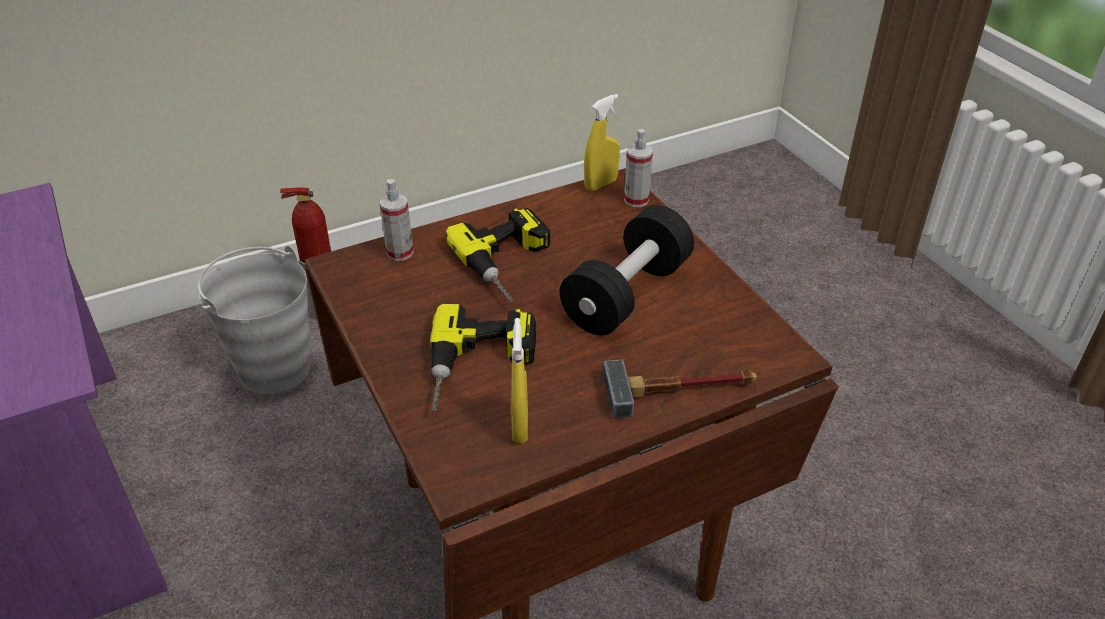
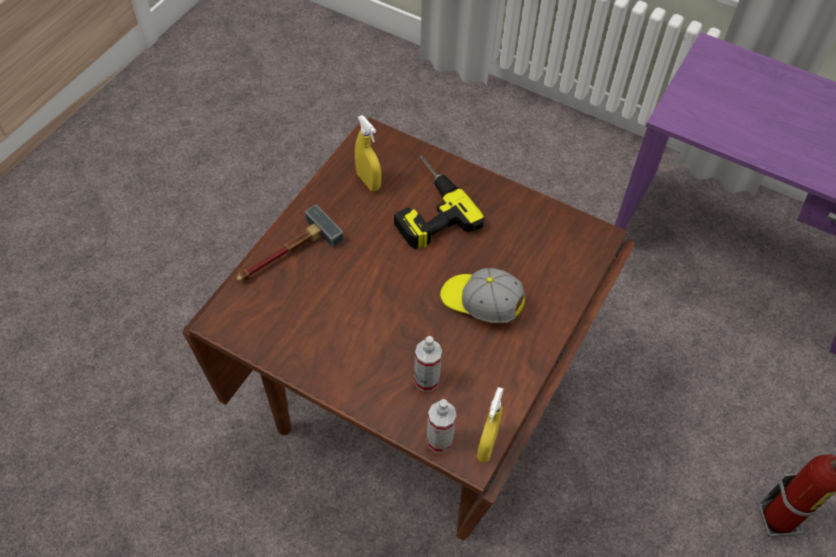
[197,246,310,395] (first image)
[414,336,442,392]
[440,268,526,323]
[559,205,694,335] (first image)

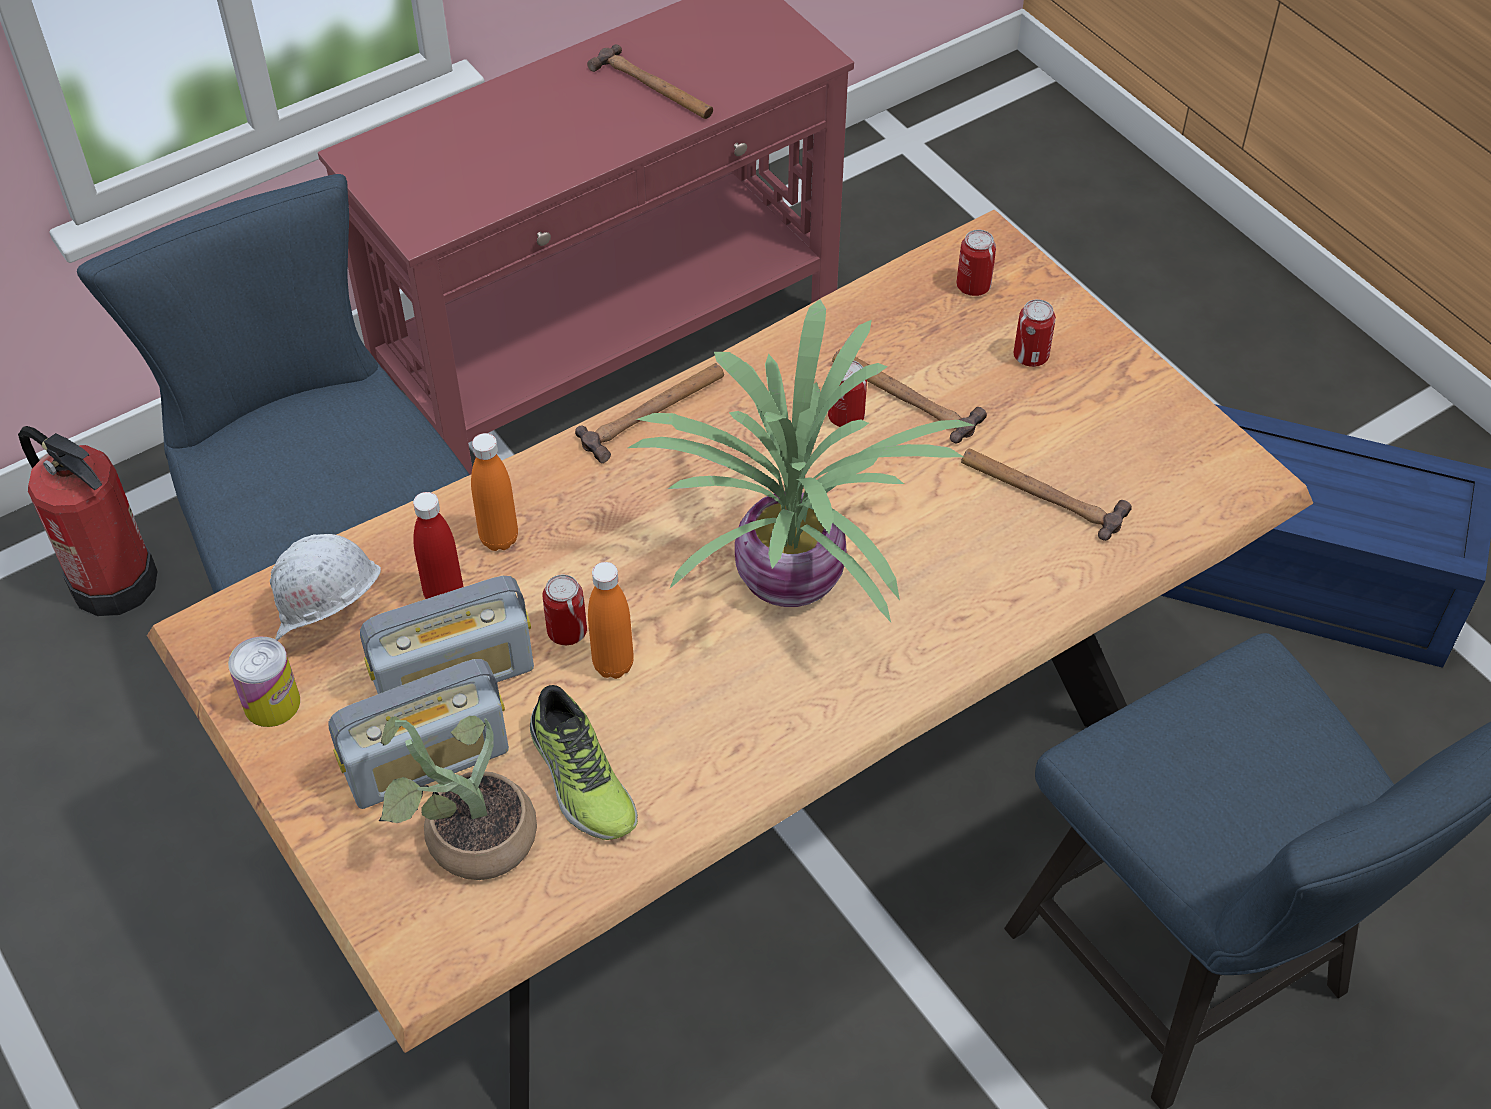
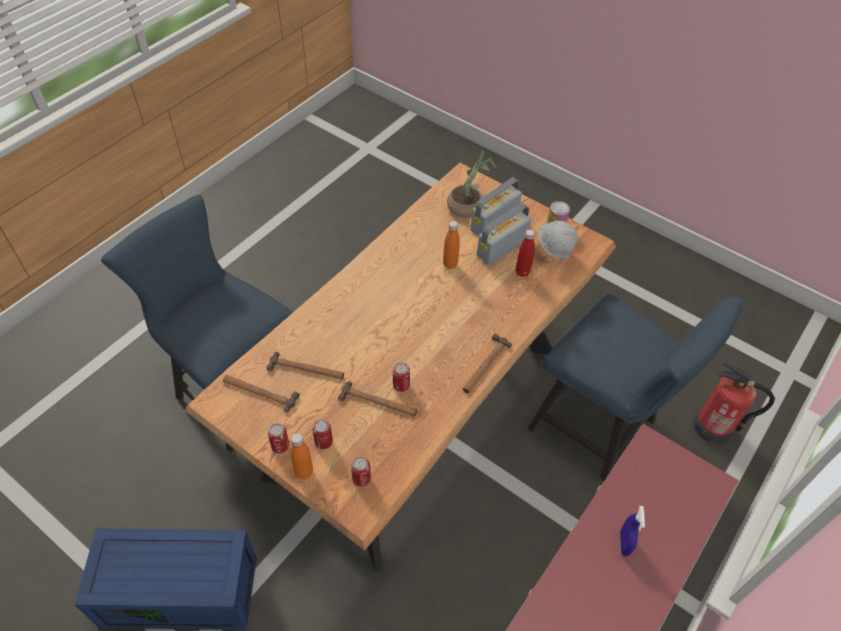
[290,433,313,479]
[530,685,638,840] (first image)
[268,423,289,453]
[223,375,300,412]
[628,299,973,622] (first image)
[620,506,645,556]

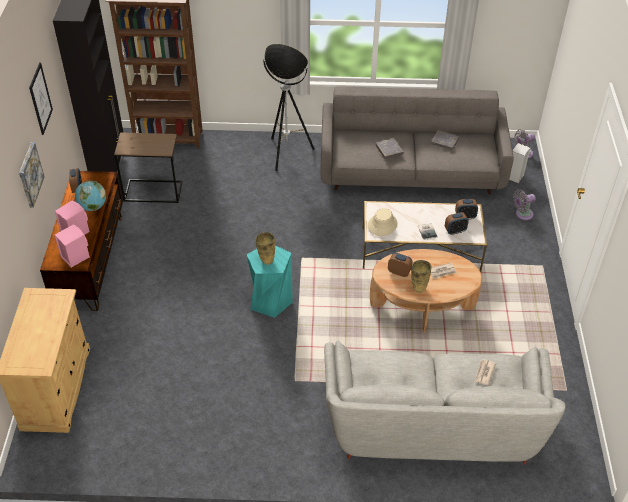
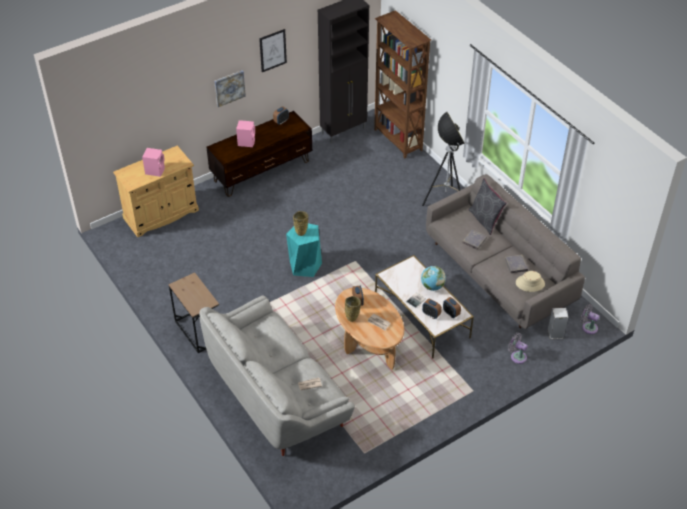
[142,148,165,177]
[421,266,446,291]
[168,272,219,353]
[516,271,545,292]
[469,178,507,235]

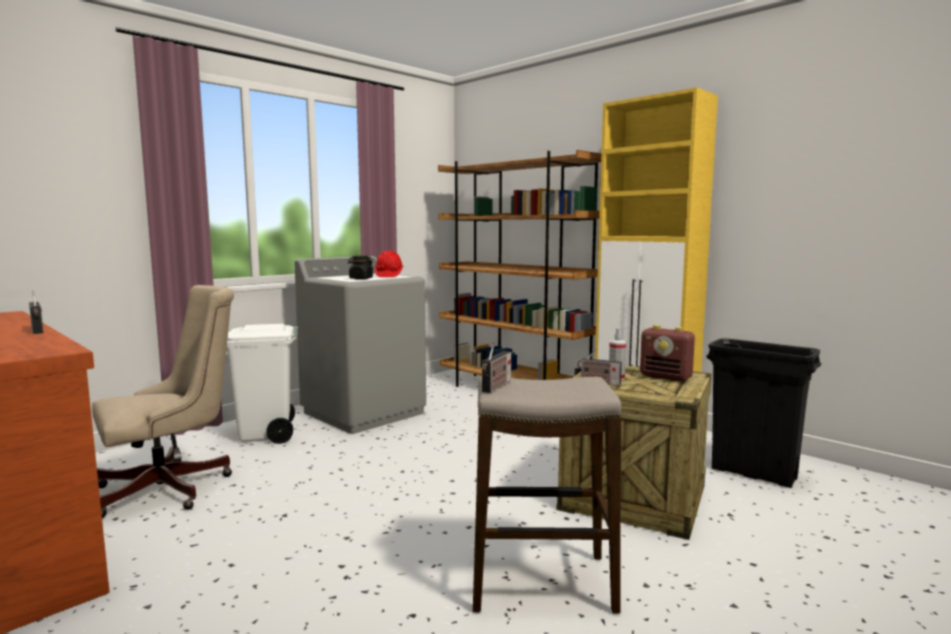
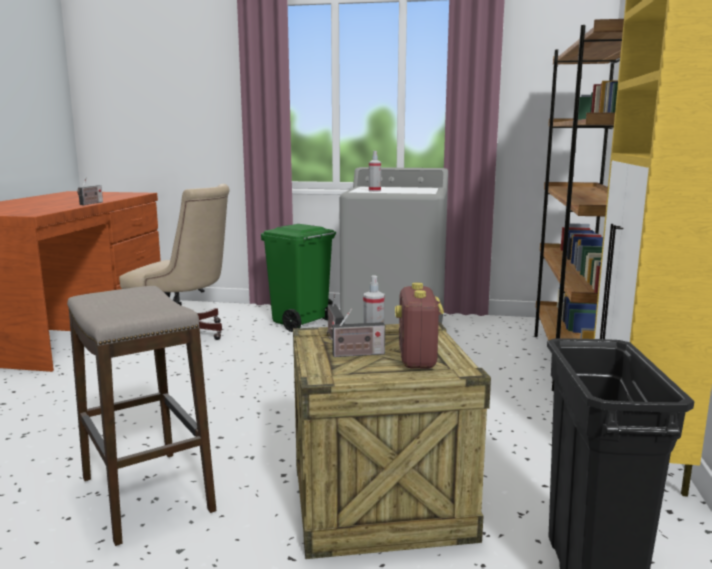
[261,224,336,332]
[369,151,381,192]
[375,251,403,277] (first image)
[327,309,385,357]

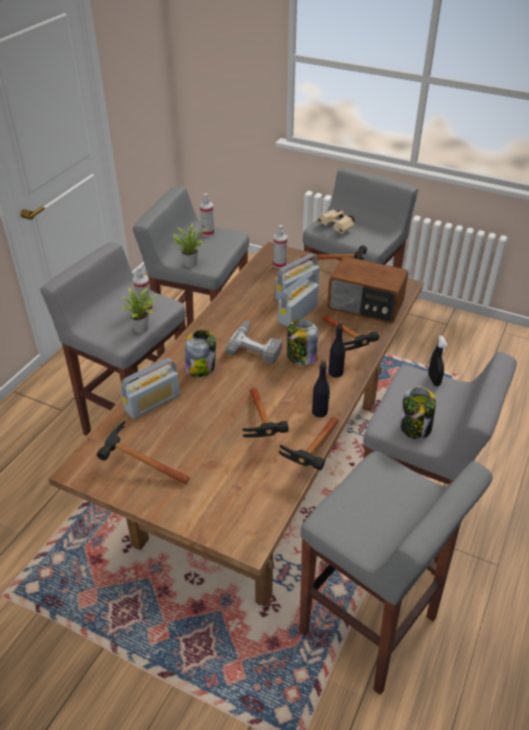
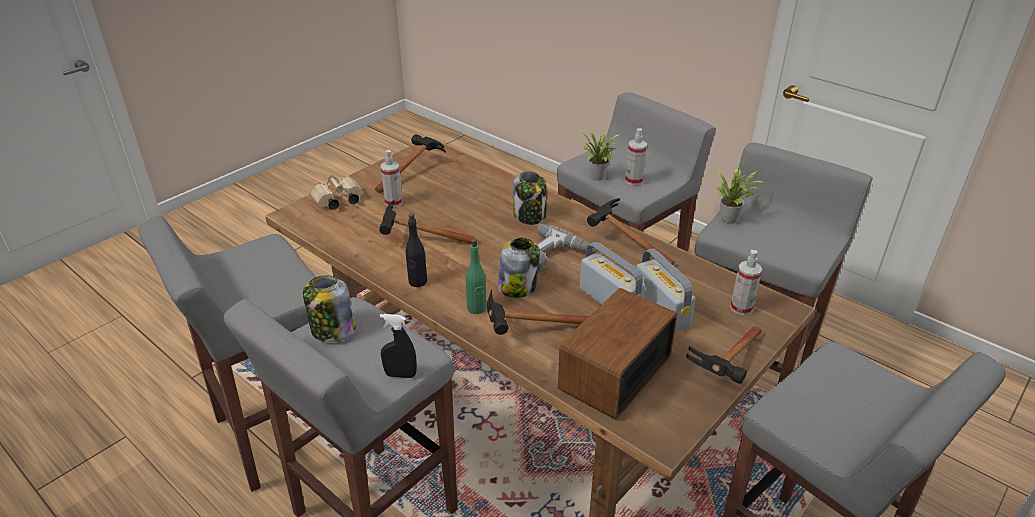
[121,358,180,419] (first image)
[381,150,403,207]
[587,198,675,265]
[310,175,363,210]
[466,238,487,314]

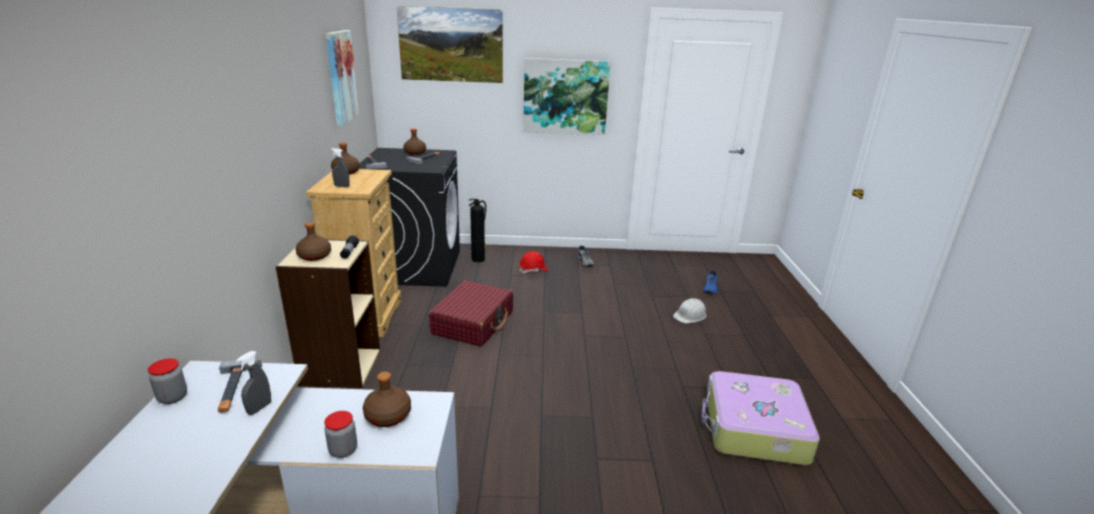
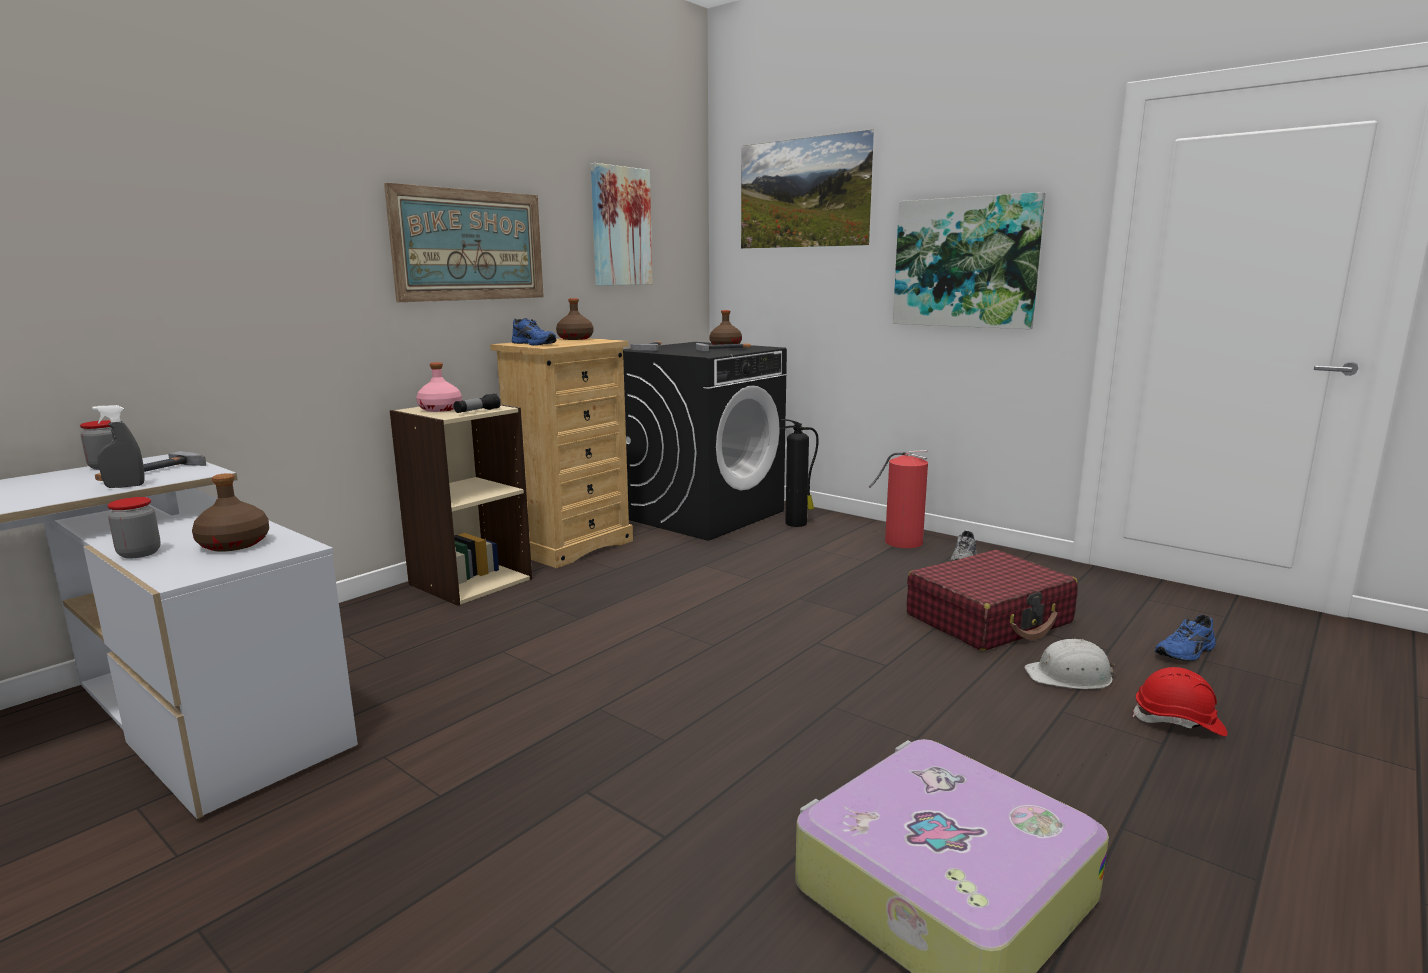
[416,362,462,412]
[512,318,556,345]
[906,550,1078,651]
[1133,667,1227,736]
[384,183,544,302]
[869,450,928,548]

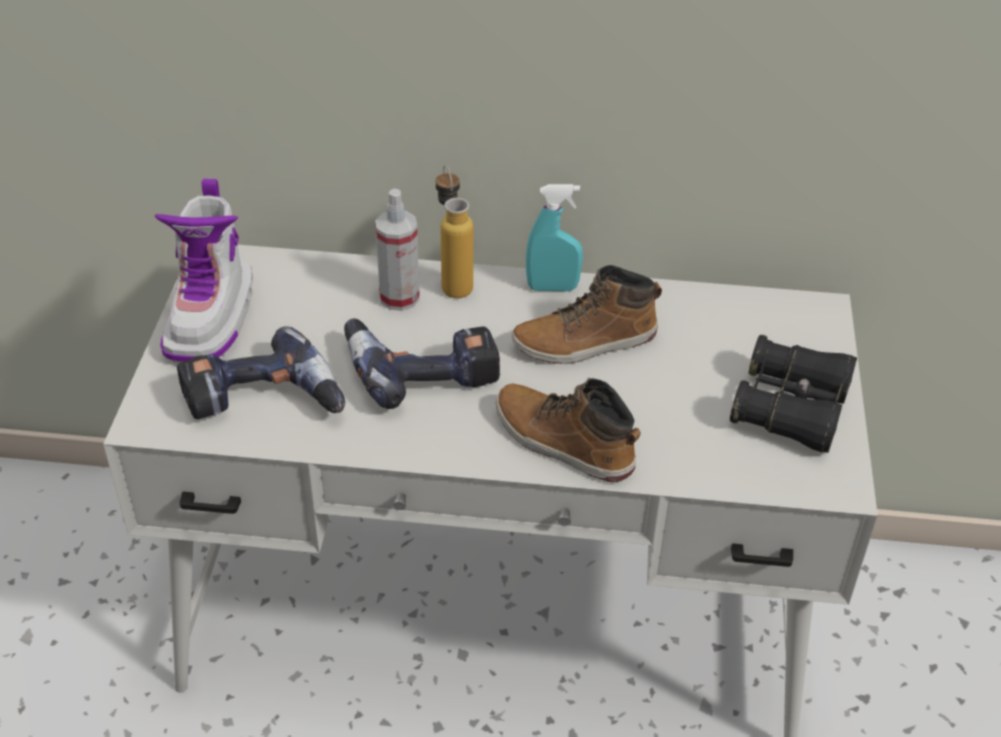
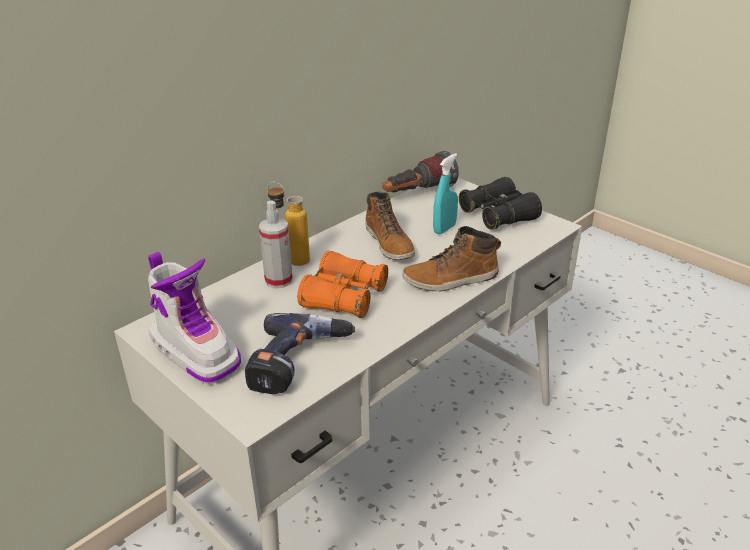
[297,251,388,318]
[365,192,415,260]
[433,153,458,234]
[382,151,459,192]

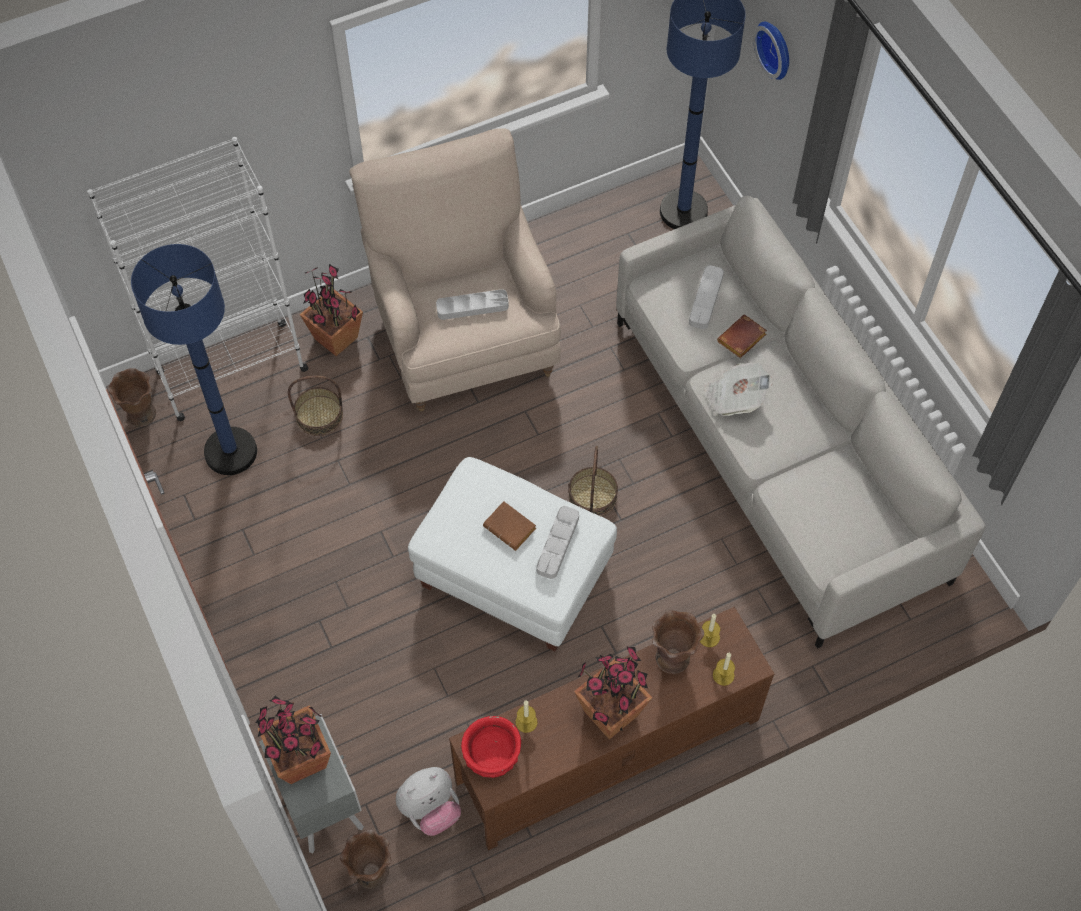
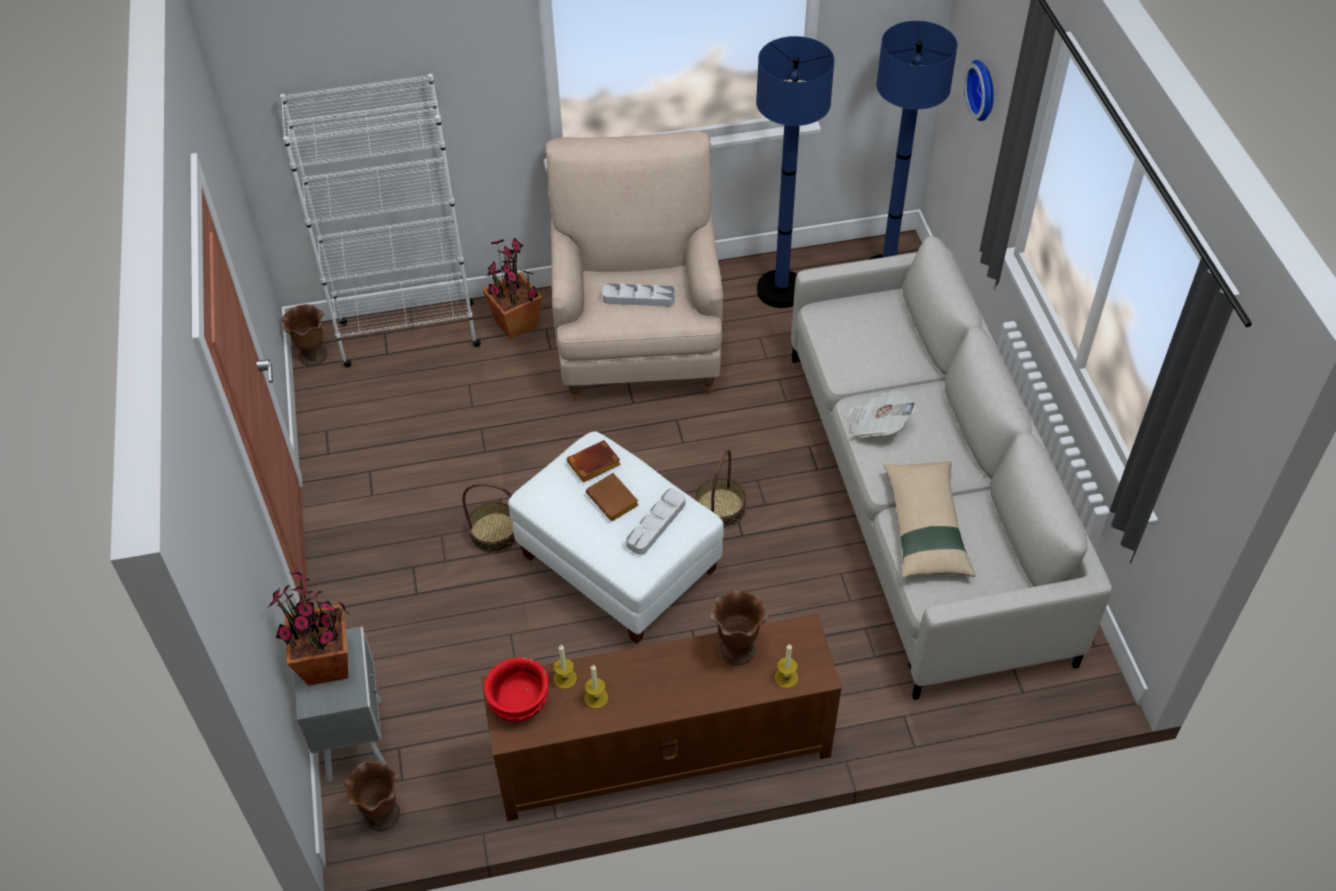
[756,36,834,308]
[462,483,516,553]
[396,767,461,836] (first image)
[574,646,652,740] (first image)
[689,265,724,329] (first image)
[584,665,608,709]
[567,440,621,482]
[884,461,976,578]

